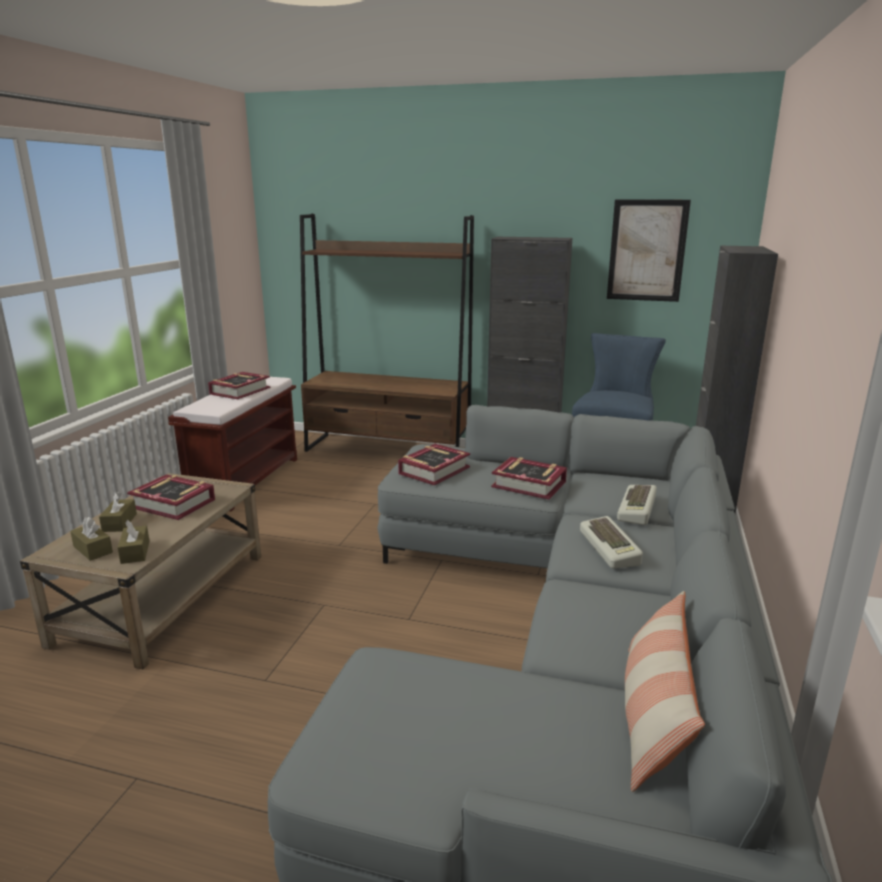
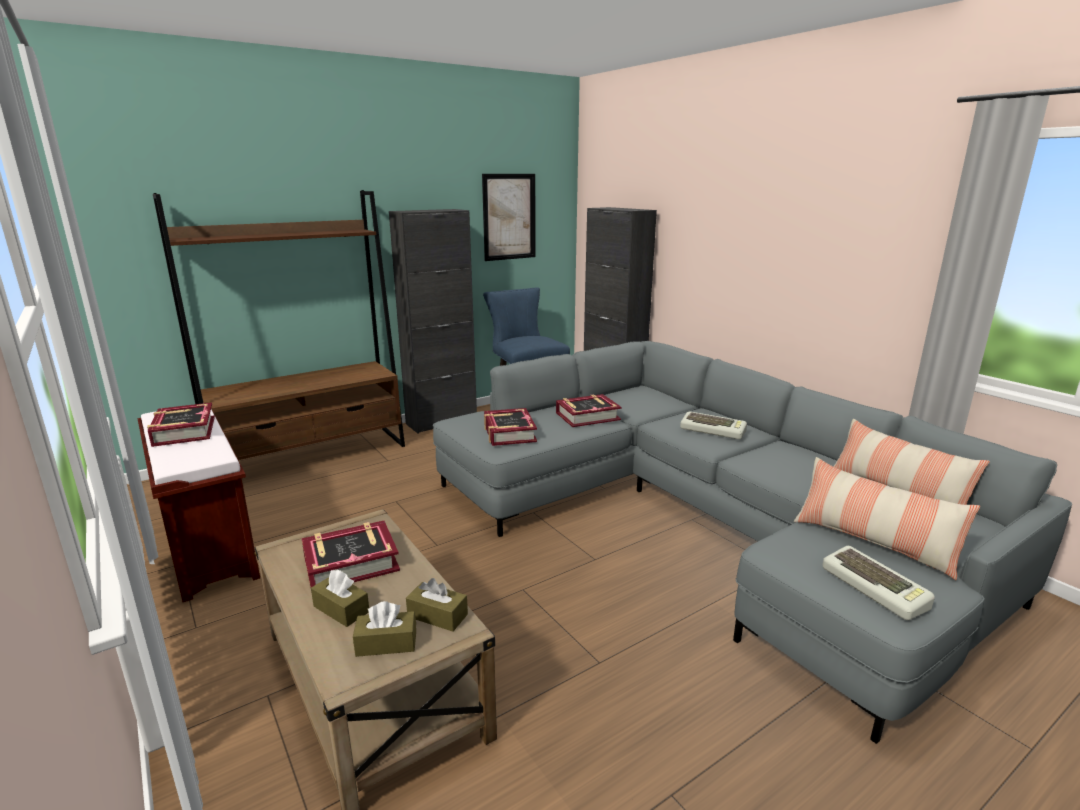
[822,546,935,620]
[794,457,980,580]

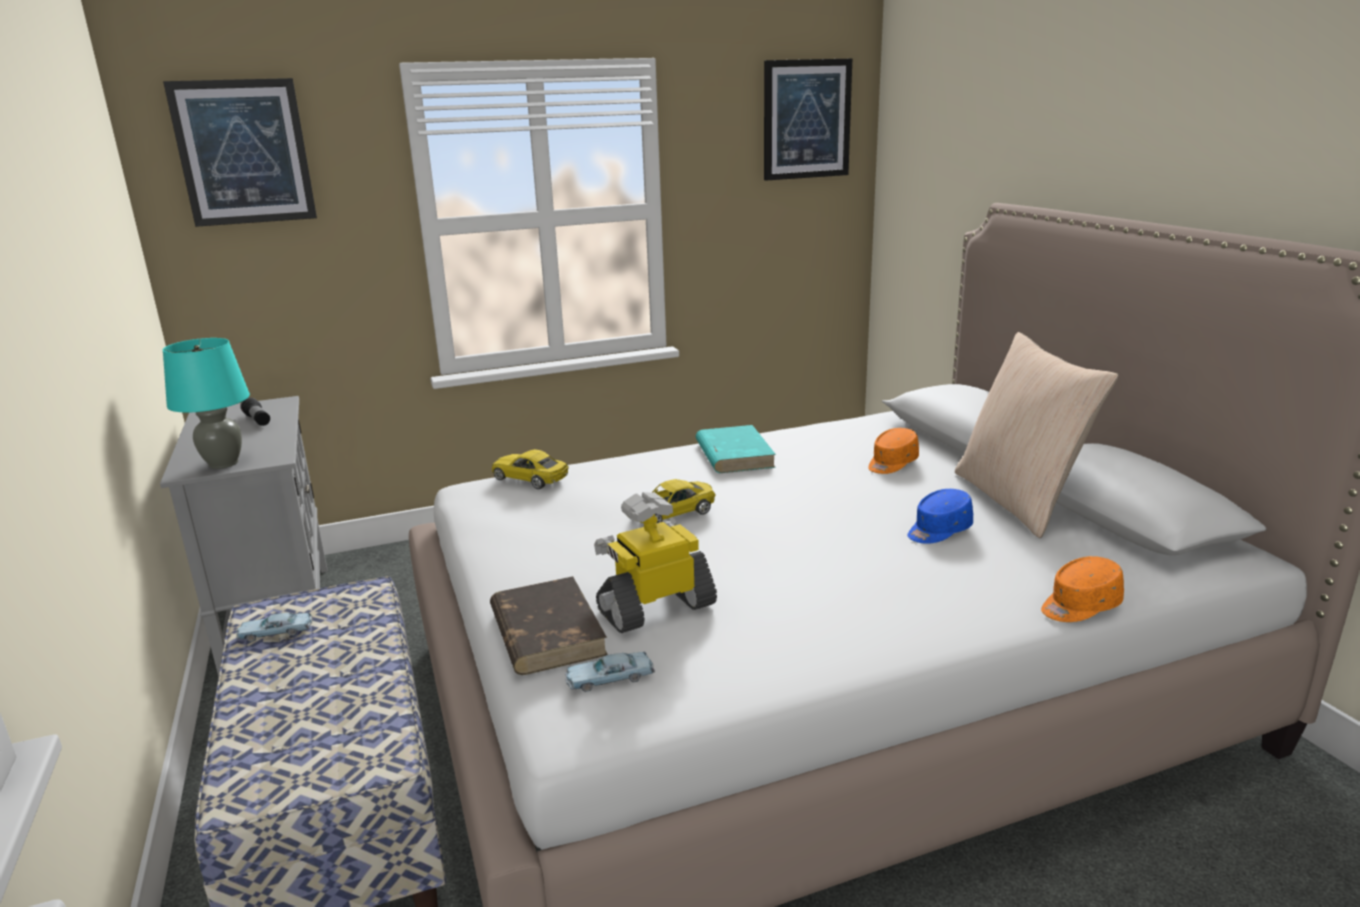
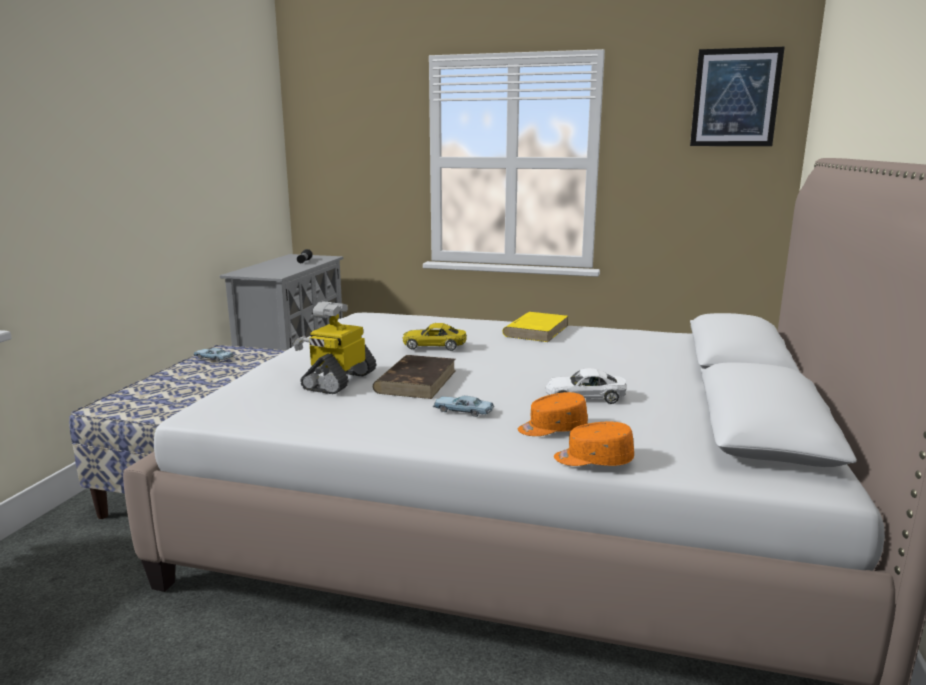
[162,338,250,469] (first image)
[163,78,317,227] (first image)
[373,355,456,399]
[492,449,569,489] (first image)
[433,396,494,417]
[293,301,376,394]
[502,312,568,342]
[518,392,588,436]
[546,368,627,404]
[955,332,1119,538] (first image)

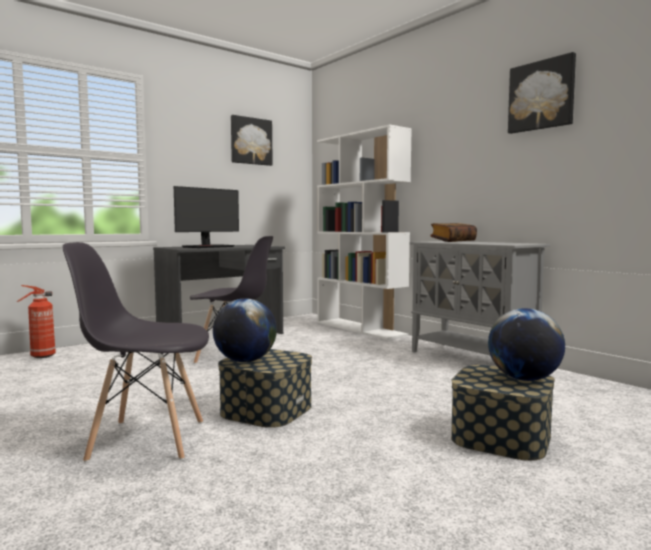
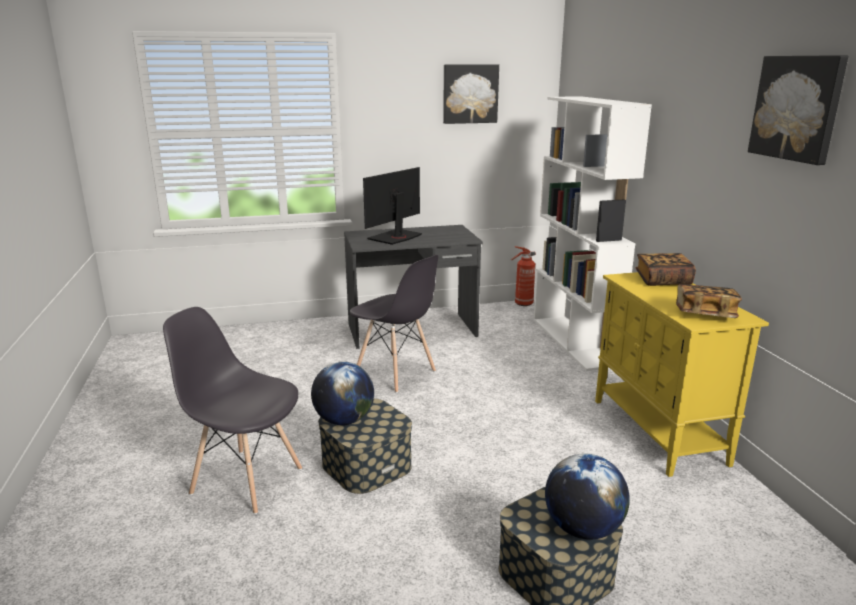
[511,246,536,306]
[363,167,422,245]
[595,272,769,477]
[676,284,742,318]

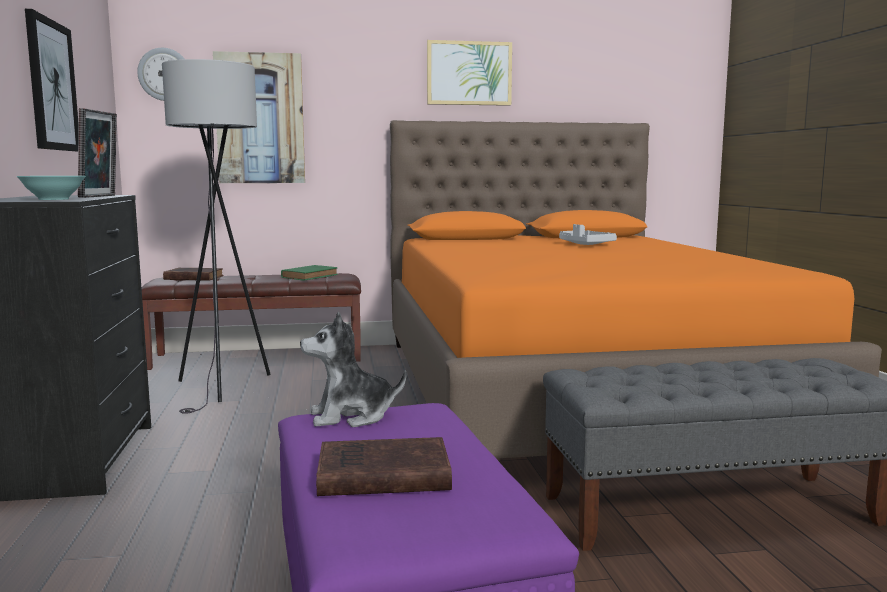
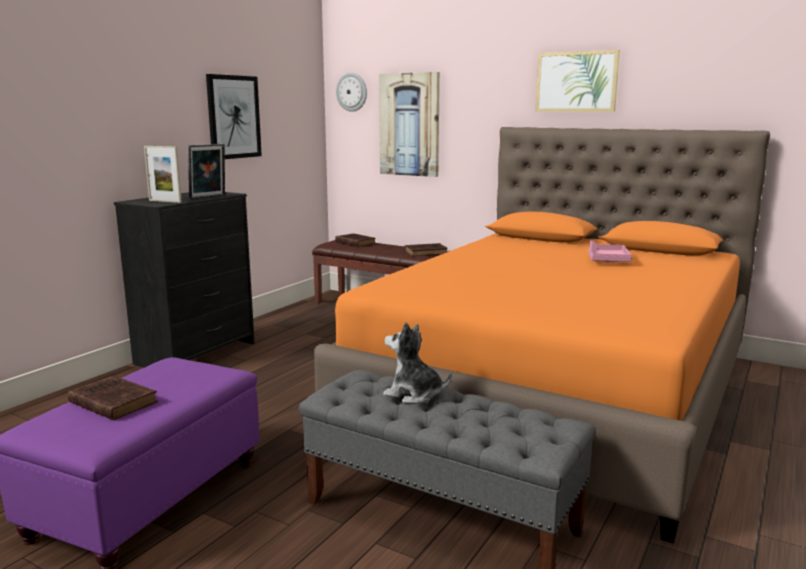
[144,146,182,203]
[162,59,270,414] (first image)
[405,243,448,256]
[383,322,452,404]
[588,240,632,262]

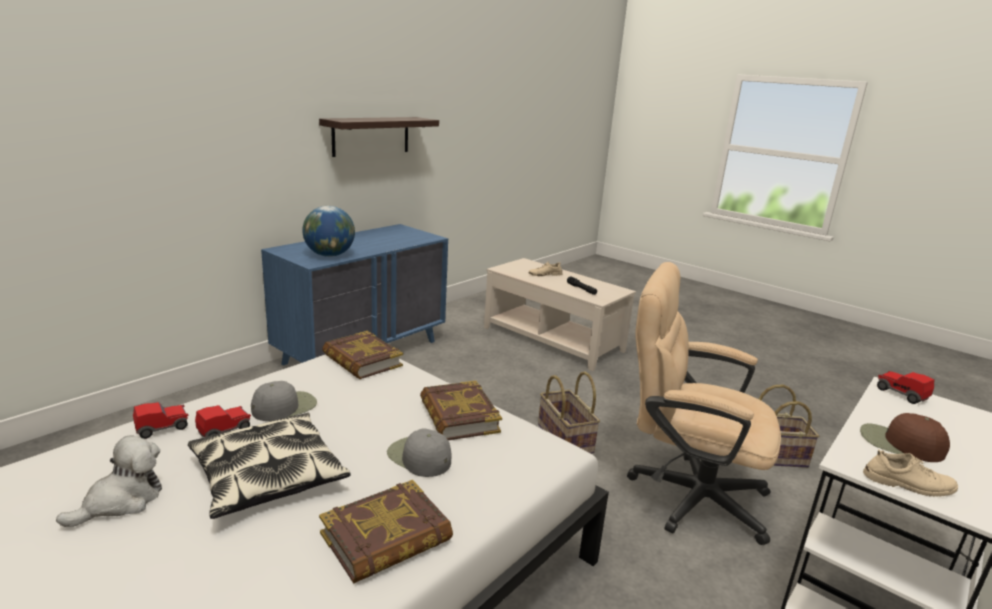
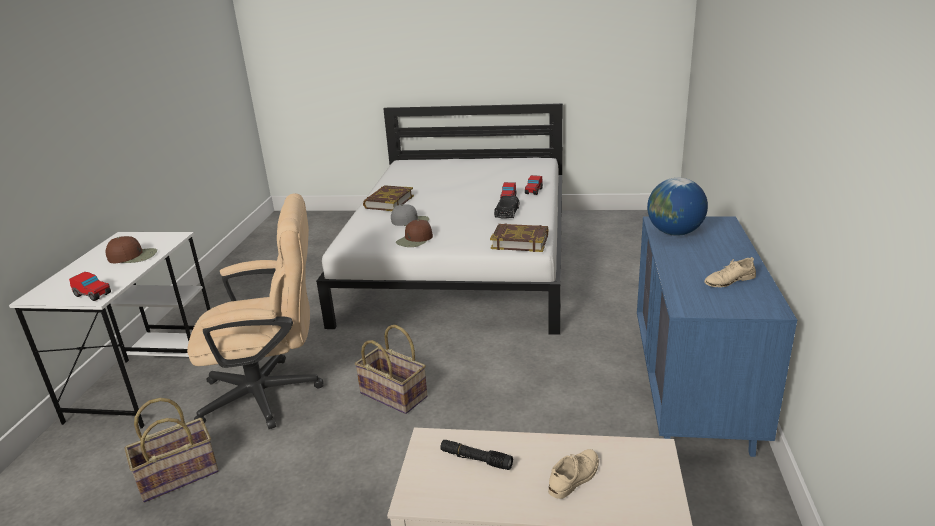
[56,435,162,527] (first image)
[188,413,351,519] (first image)
[494,196,519,219]
[319,117,439,157] (first image)
[396,220,433,247]
[704,257,756,287]

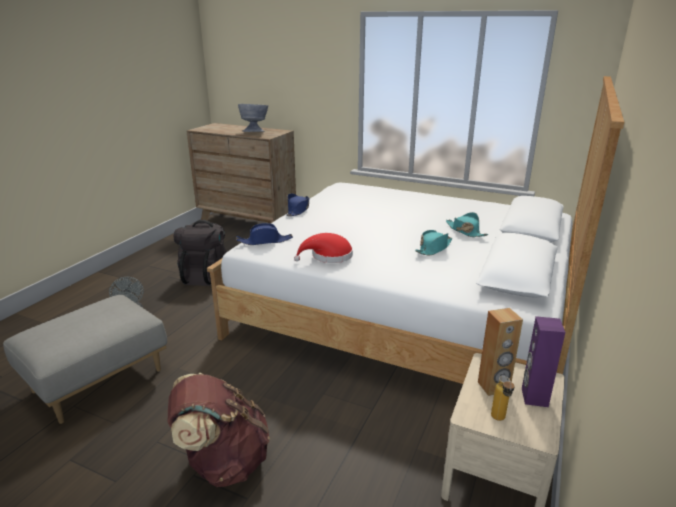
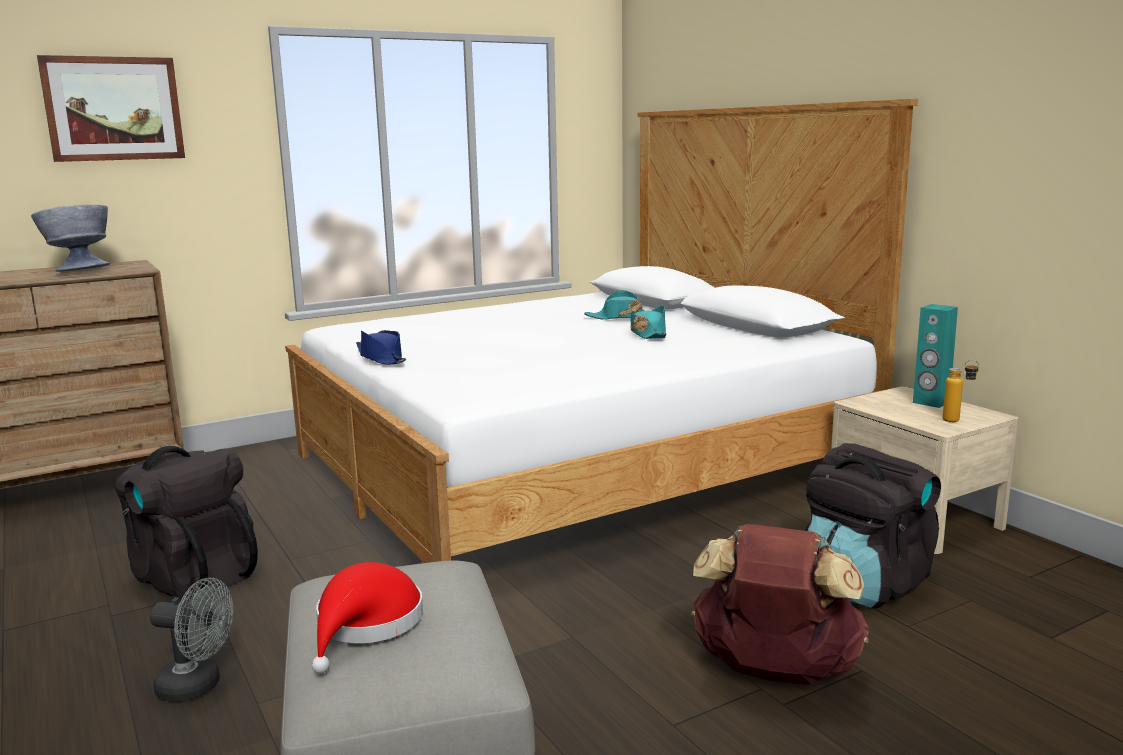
[236,223,293,245] (first image)
[312,562,423,674]
[478,308,523,396] (first image)
[913,304,958,408]
[37,55,185,162]
[805,443,941,608]

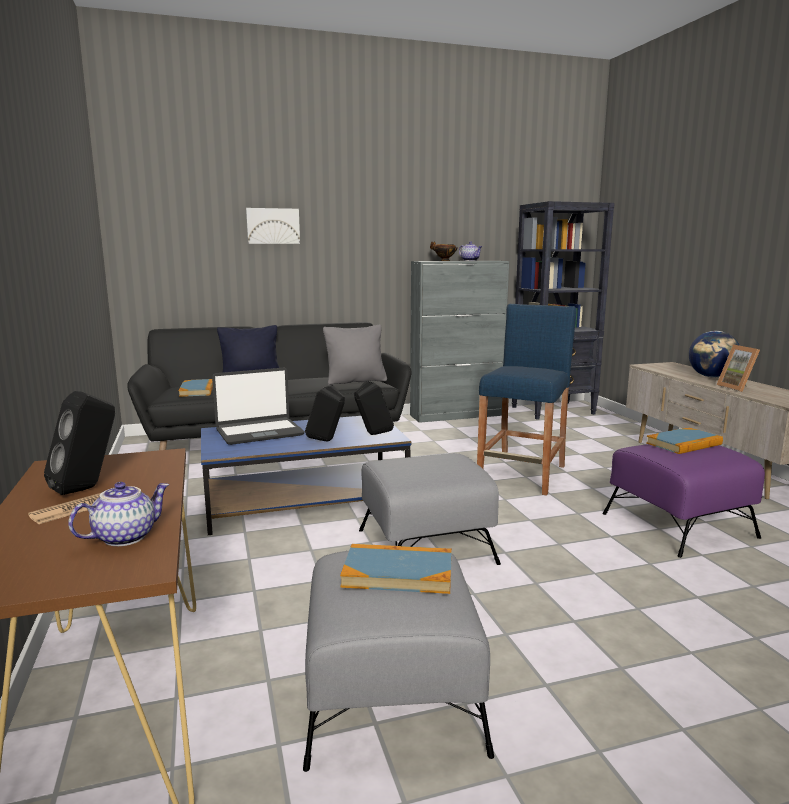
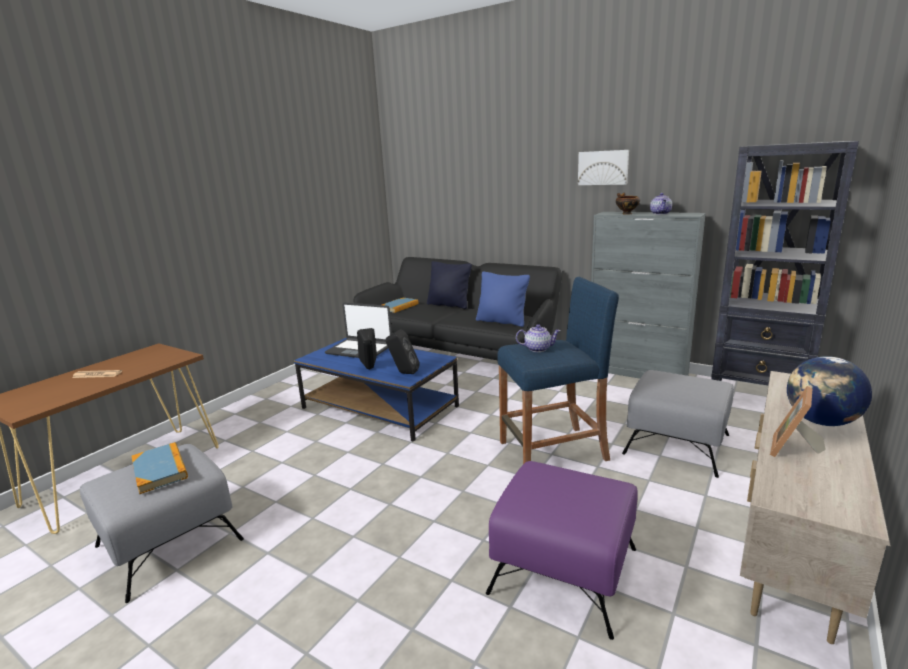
[44,391,115,495] (first image)
[516,324,560,352]
[578,150,629,185]
[476,271,530,327]
[622,370,734,478]
[646,428,723,454] (first image)

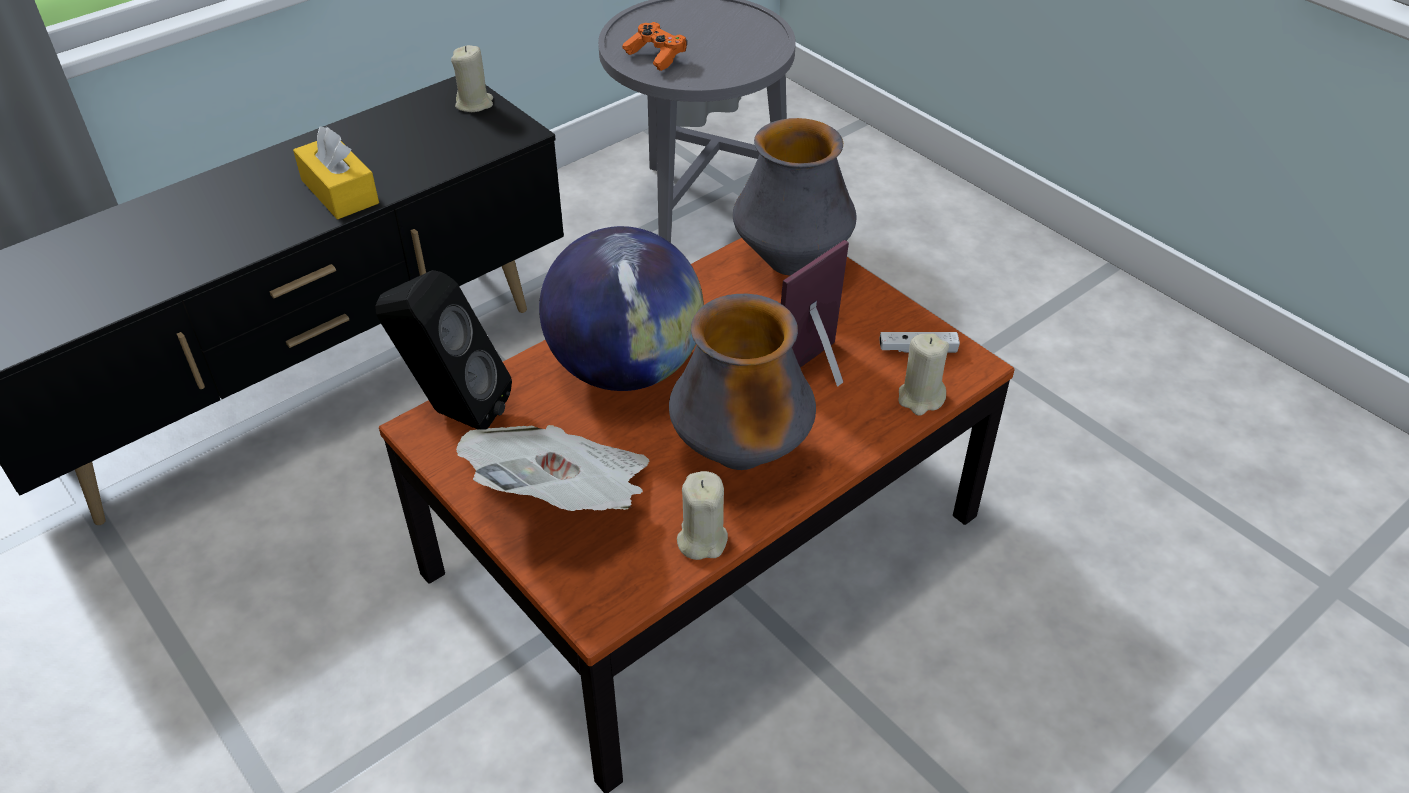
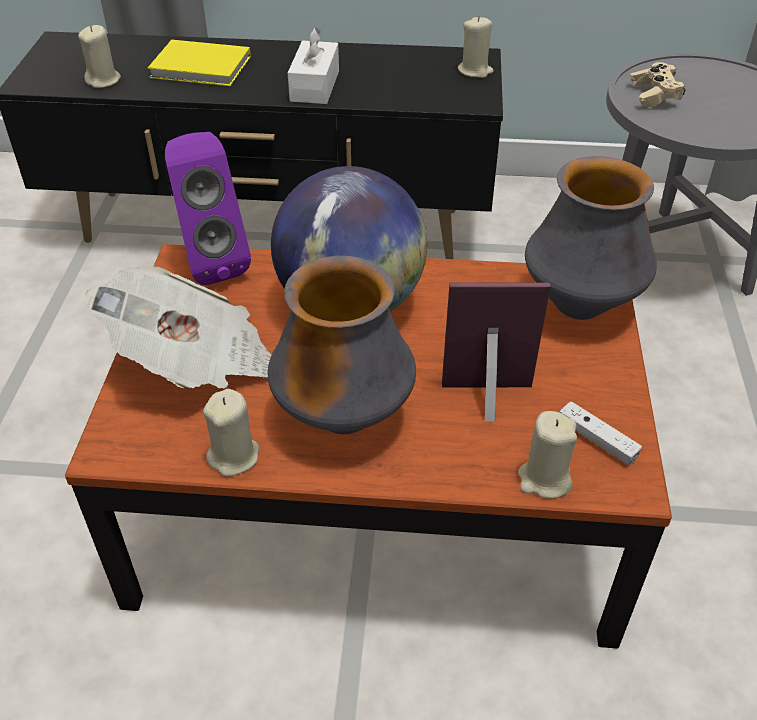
[288,27,339,104]
[165,132,251,285]
[630,62,686,107]
[78,25,121,88]
[148,40,251,86]

